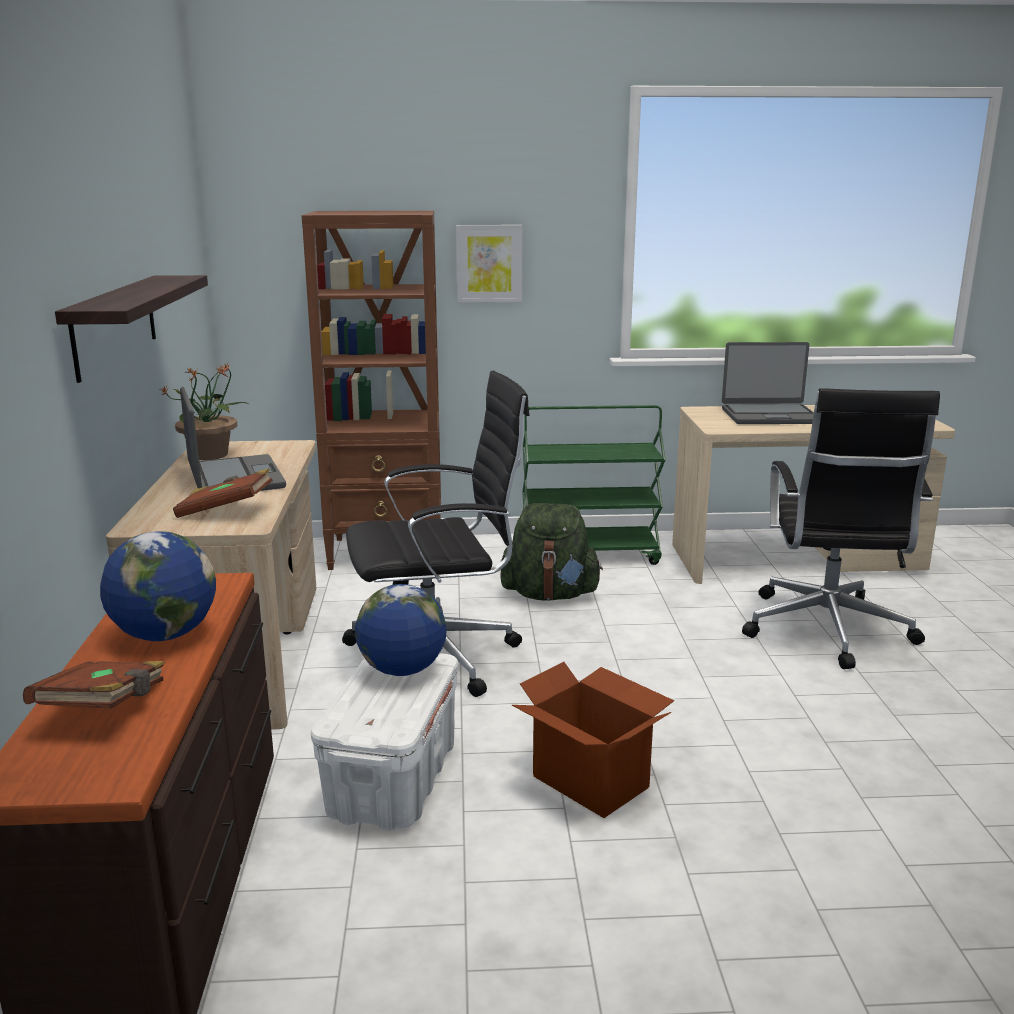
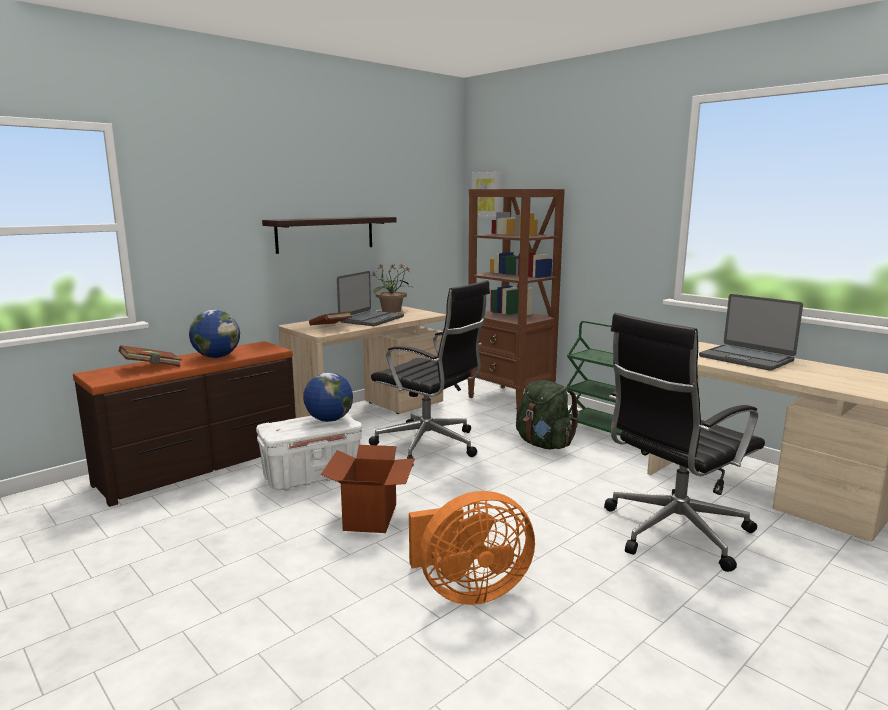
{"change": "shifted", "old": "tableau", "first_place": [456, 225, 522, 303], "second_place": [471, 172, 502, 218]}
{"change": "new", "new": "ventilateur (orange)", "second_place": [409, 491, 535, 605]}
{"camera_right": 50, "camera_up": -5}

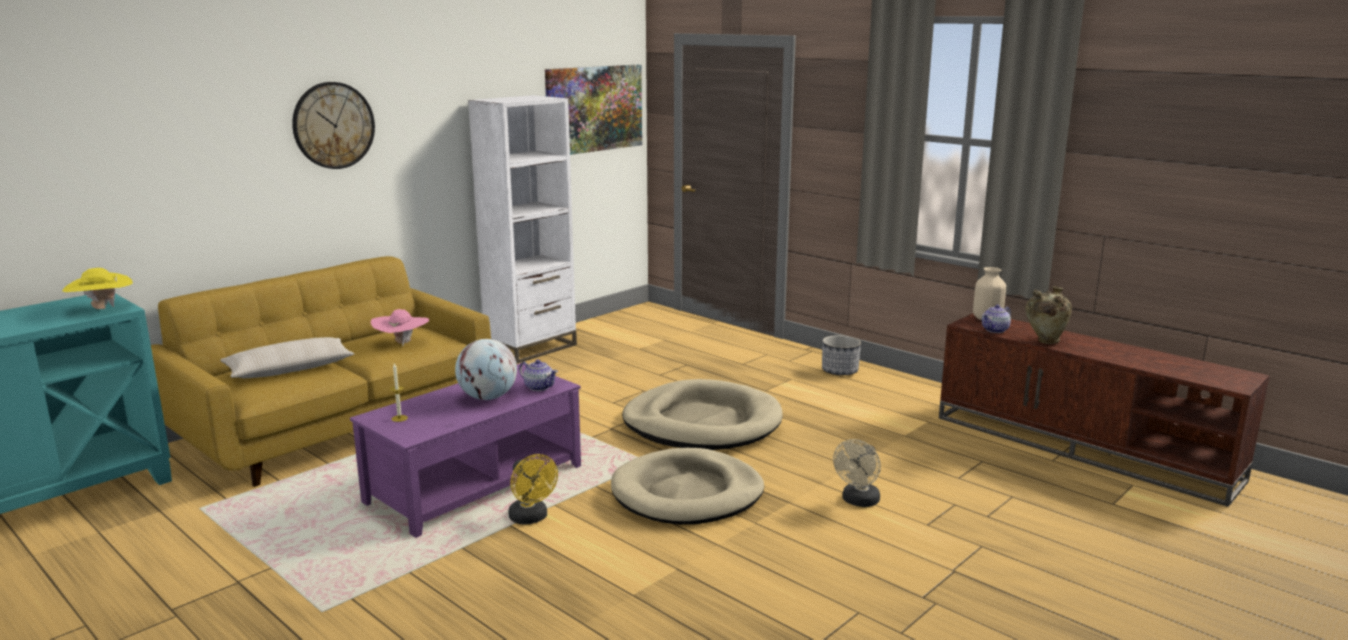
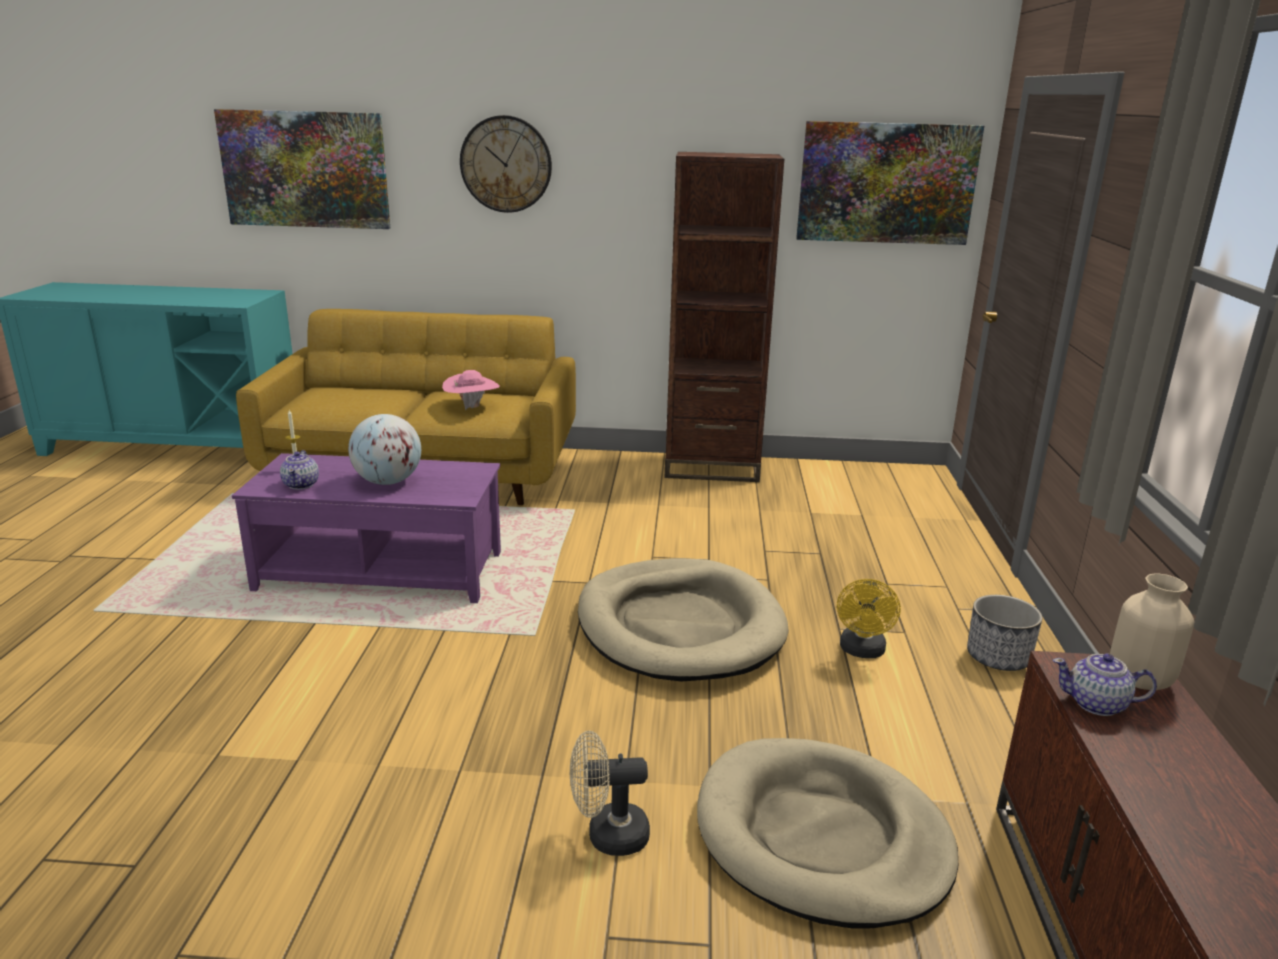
{"change": "gone", "old": "chapeau (jaune)", "first_place": [62, 268, 133, 309]}
{"change": "gone", "old": "coussin (beige)", "first_place": [220, 337, 354, 378]}
{"change": "repainted", "old": "bibliothèque (blanc)", "new": "bibliothèque (marron)", "first_place": [468, 95, 577, 364], "second_place": [665, 152, 784, 482]}
{"change": "shifted", "old": "ventilateur (jaune)", "first_place": [508, 454, 558, 524], "second_place": [837, 579, 901, 658]}
{"change": "shifted", "old": "théière", "first_place": [519, 360, 558, 391], "second_place": [280, 450, 319, 490]}
{"change": "shifted", "old": "panier pour chien (beige)", "first_place": [611, 448, 764, 525], "second_place": [697, 738, 958, 929]}
{"change": "gone", "old": "vase (beige)", "first_place": [1025, 286, 1072, 344]}
{"change": "new", "new": "tableau", "second_place": [214, 109, 390, 229]}
{"camera_right": 50, "camera_up": 5}

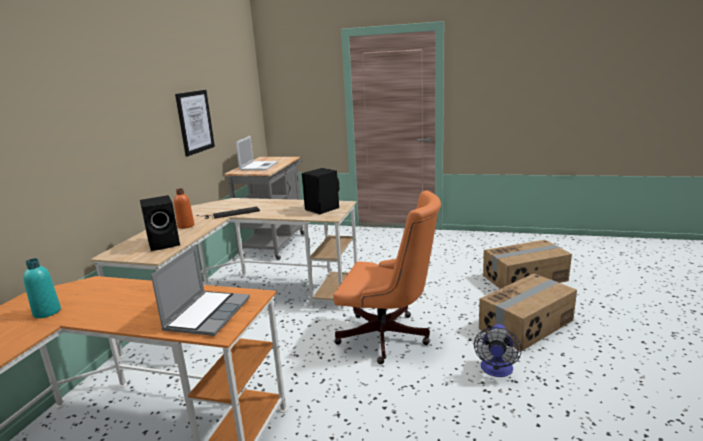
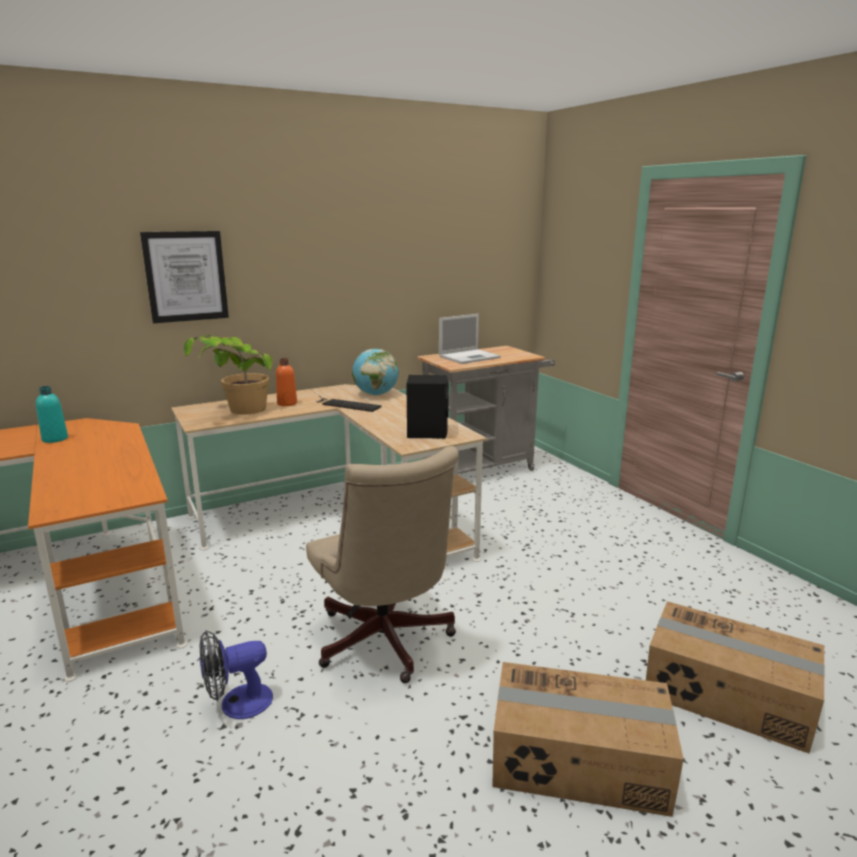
{"change": "swapped", "old": "enceinte (noir)", "new": "plante en pot", "first_place": [140, 195, 180, 251], "second_place": [184, 335, 273, 415]}
{"change": "gone", "old": "ordinateur portable", "first_place": [151, 244, 250, 336]}
{"change": "shifted", "old": "tableau", "first_place": [175, 90, 215, 156], "second_place": [140, 231, 229, 323]}
{"change": "repainted", "old": "chaise de bureau (orange)", "new": "chaise de bureau (beige)", "first_place": [333, 191, 441, 364], "second_place": [306, 446, 459, 683]}
{"change": "shifted", "old": "ventilateur", "first_place": [474, 324, 522, 377], "second_place": [199, 630, 273, 719]}
{"change": "new", "new": "globe", "second_place": [352, 349, 399, 395]}
{"camera_right": 45, "camera_up": 0}

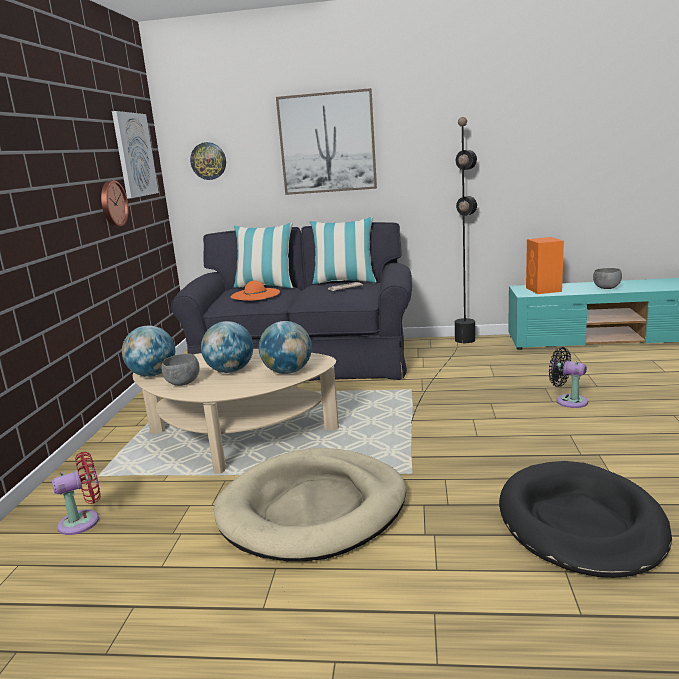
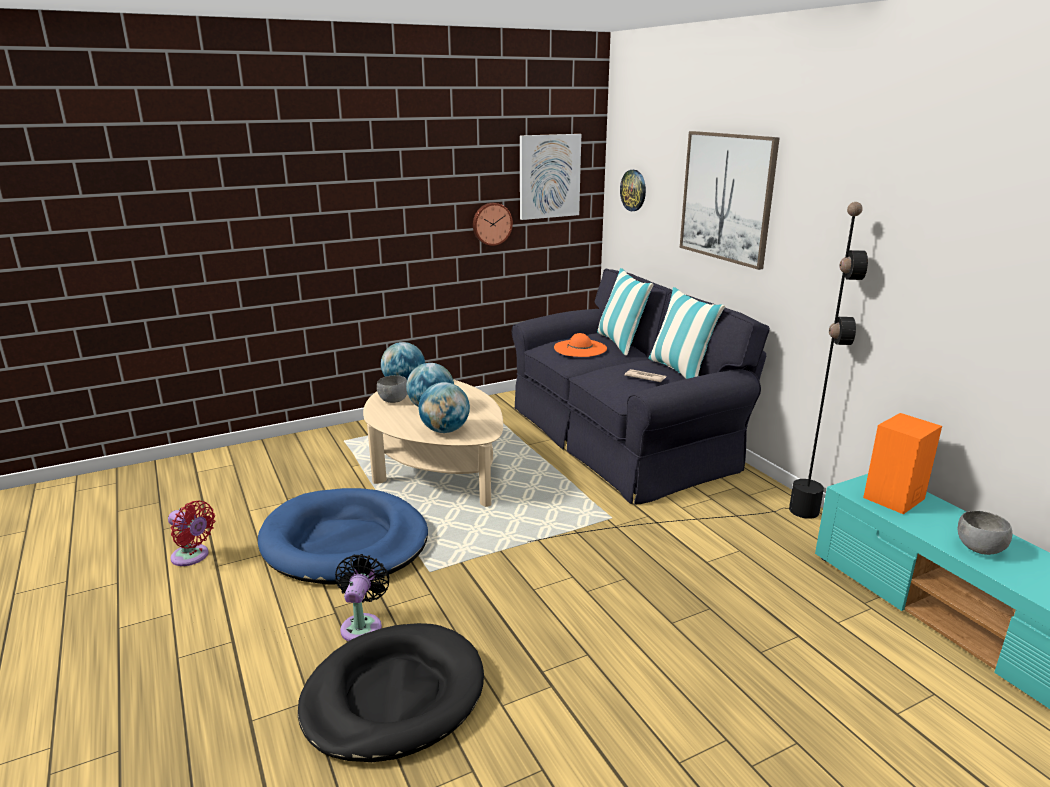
{"change": "shifted", "old": "ventilateur (rouge)", "first_place": [52, 452, 101, 535], "second_place": [168, 501, 215, 566]}
{"change": "repainted", "old": "panier pour chien (beige)", "new": "panier pour chien (bleu)", "first_place": [214, 448, 406, 561], "second_place": [258, 488, 428, 585]}
{"change": "shifted", "old": "ventilateur (noir)", "first_place": [549, 347, 588, 408], "second_place": [335, 554, 390, 641]}
{"camera_right": 55, "camera_up": 5}

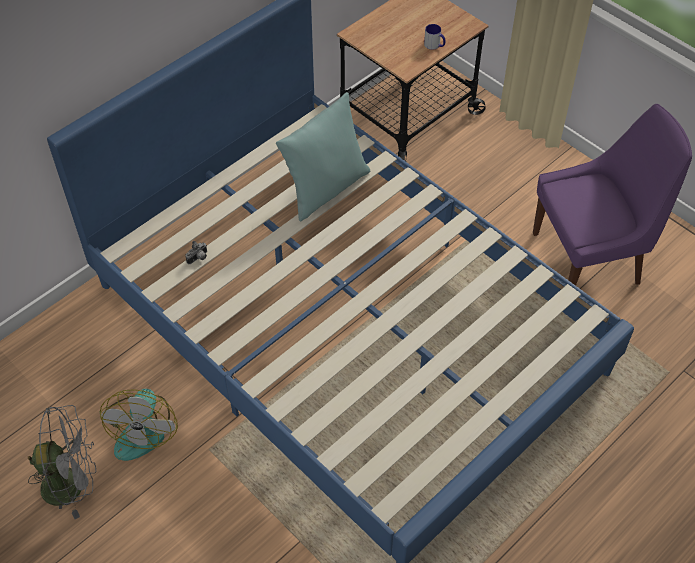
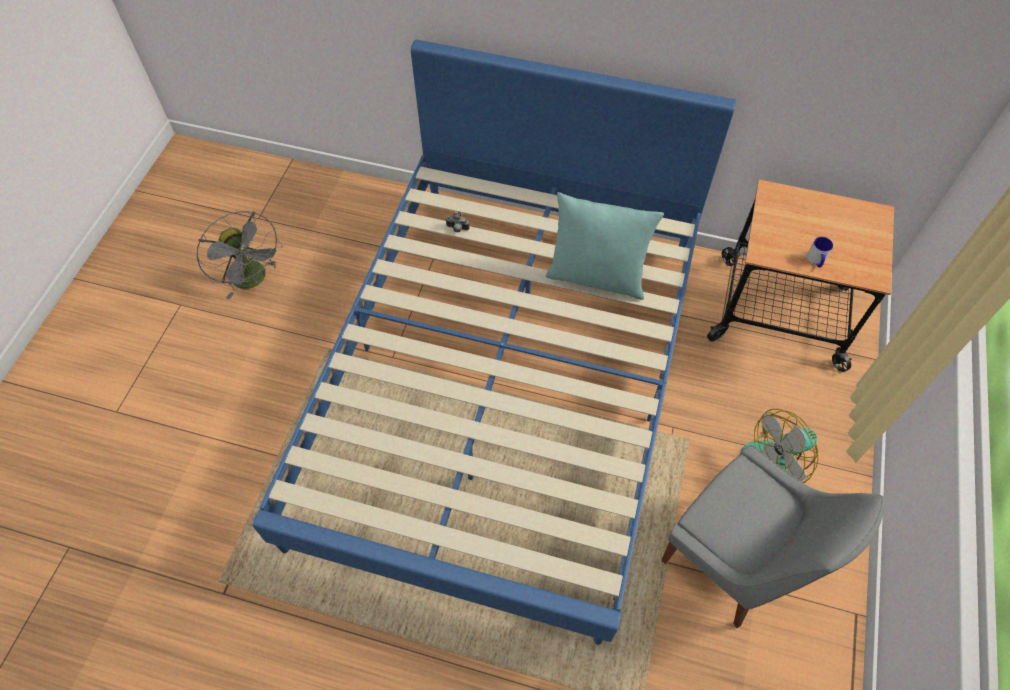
{"change": "shifted", "old": "ventilateur", "first_place": [100, 389, 178, 461], "second_place": [741, 409, 819, 483]}
{"change": "repainted", "old": "chaise (violet)", "new": "chaise (gris)", "first_place": [533, 104, 692, 286], "second_place": [661, 445, 885, 628]}
{"camera_right": 60, "camera_up": 5}

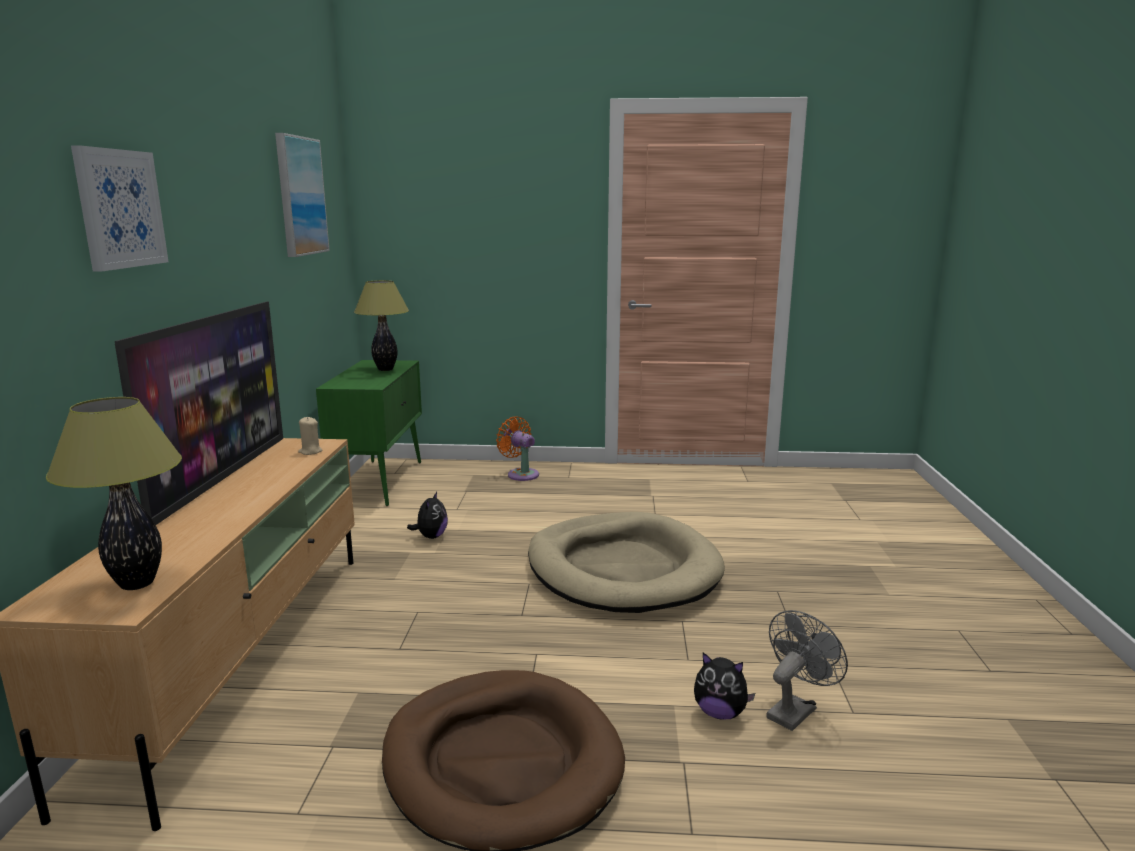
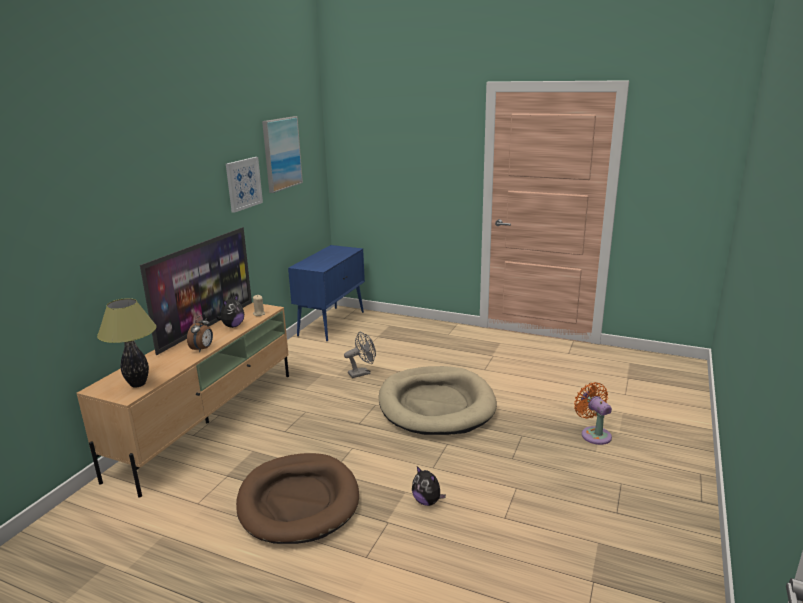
{"change": "shifted", "old": "tableau", "first_place": [71, 145, 169, 272], "second_place": [226, 157, 263, 213]}
{"change": "repainted", "old": "meuble de rangement (vert)", "new": "meuble de rangement (bleu)", "first_place": [316, 360, 422, 506], "second_place": [288, 245, 365, 341]}
{"change": "gone", "old": "lampe de table", "first_place": [354, 280, 409, 371]}
{"change": "shifted", "old": "peluche", "first_place": [407, 492, 448, 539], "second_place": [216, 295, 244, 328]}
{"change": "shifted", "old": "ventilateur (orange)", "first_place": [496, 417, 539, 481], "second_place": [574, 382, 612, 445]}
{"change": "shifted", "old": "ventilateur (gris)", "first_place": [766, 610, 848, 731], "second_place": [344, 332, 376, 378]}
{"change": "new", "new": "réveil", "second_place": [187, 315, 213, 352]}
{"camera_right": 20, "camera_up": 5}

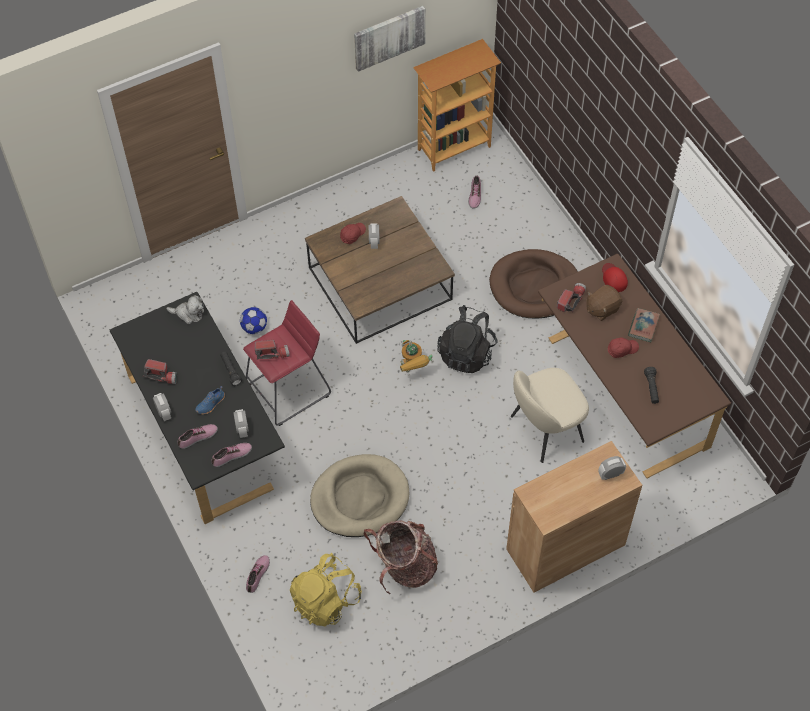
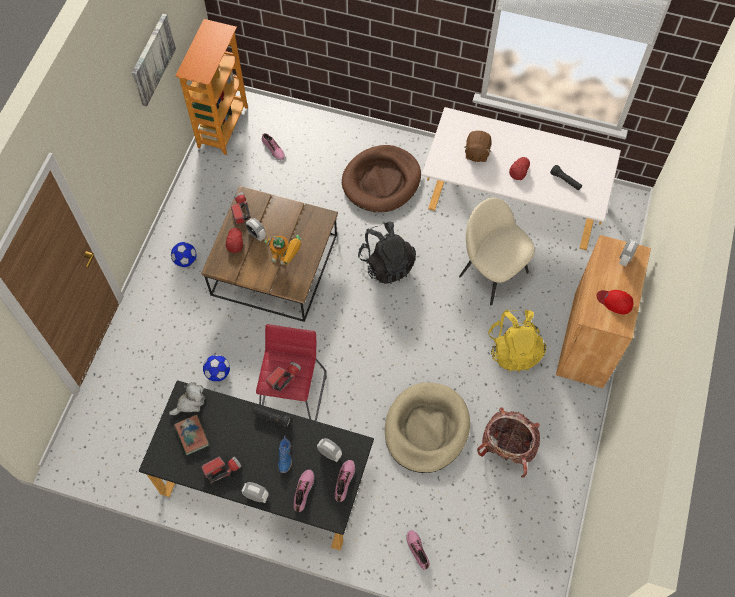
{"change": "shifted", "old": "sac à dos (jaune)", "first_place": [290, 553, 362, 626], "second_place": [488, 309, 546, 372]}
{"change": "shifted", "old": "robot jouet", "first_place": [400, 340, 433, 373], "second_place": [264, 235, 301, 265]}
{"change": "rotated", "old": "chaise (beige)", "first_place": [511, 368, 589, 463], "second_place": [459, 198, 535, 305], "degrees": 120}
{"change": "repainted", "old": "bureau (marron)", "new": "bureau (blanc)", "first_place": [538, 254, 731, 478], "second_place": [422, 107, 621, 250]}
{"change": "shifted", "old": "lampe de poche", "first_place": [557, 283, 586, 312], "second_place": [231, 192, 251, 224]}
{"change": "shifted", "old": "casquette (rouge)", "first_place": [602, 263, 628, 292], "second_place": [597, 290, 633, 314]}
{"change": "shifted", "old": "livre", "first_place": [628, 308, 660, 342], "second_place": [174, 415, 209, 455]}
{"change": "new", "new": "ballon de foot", "second_place": [171, 242, 196, 267]}
{"camera_right": -45, "camera_up": 5}

